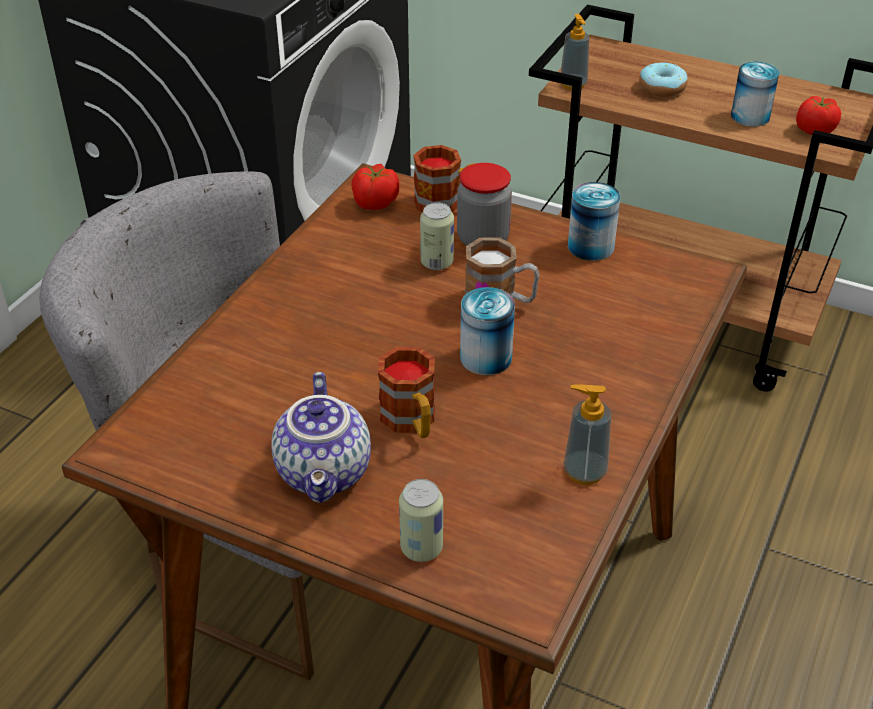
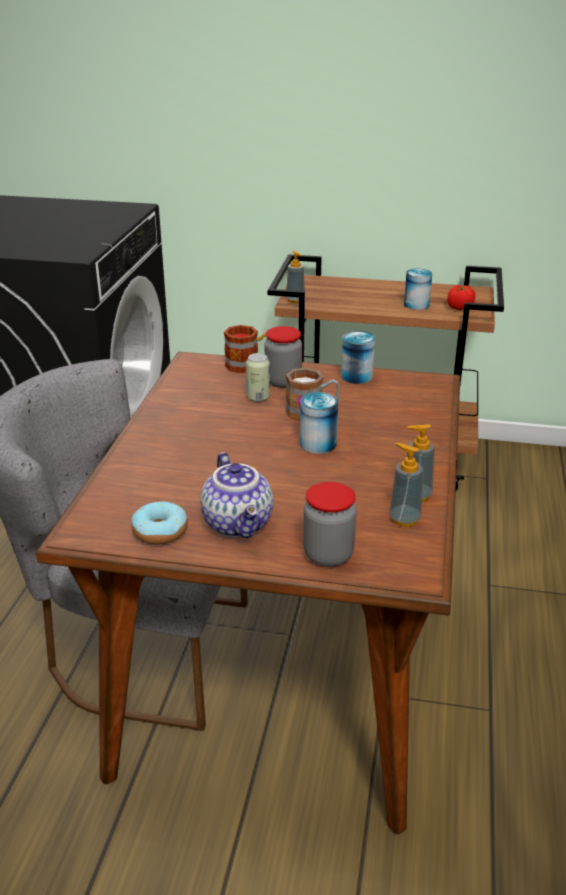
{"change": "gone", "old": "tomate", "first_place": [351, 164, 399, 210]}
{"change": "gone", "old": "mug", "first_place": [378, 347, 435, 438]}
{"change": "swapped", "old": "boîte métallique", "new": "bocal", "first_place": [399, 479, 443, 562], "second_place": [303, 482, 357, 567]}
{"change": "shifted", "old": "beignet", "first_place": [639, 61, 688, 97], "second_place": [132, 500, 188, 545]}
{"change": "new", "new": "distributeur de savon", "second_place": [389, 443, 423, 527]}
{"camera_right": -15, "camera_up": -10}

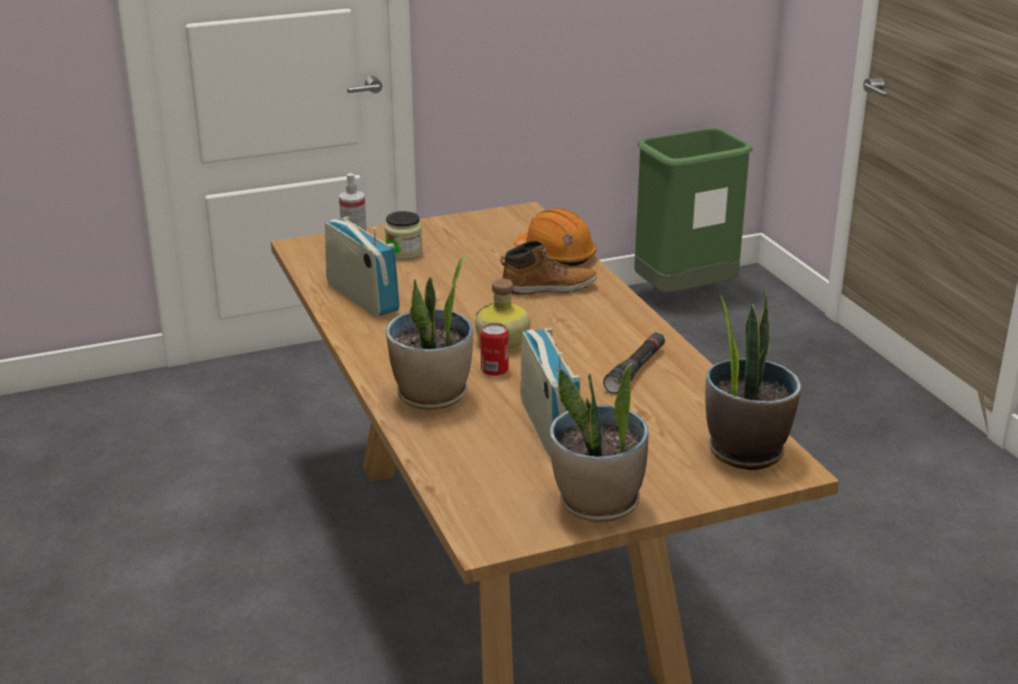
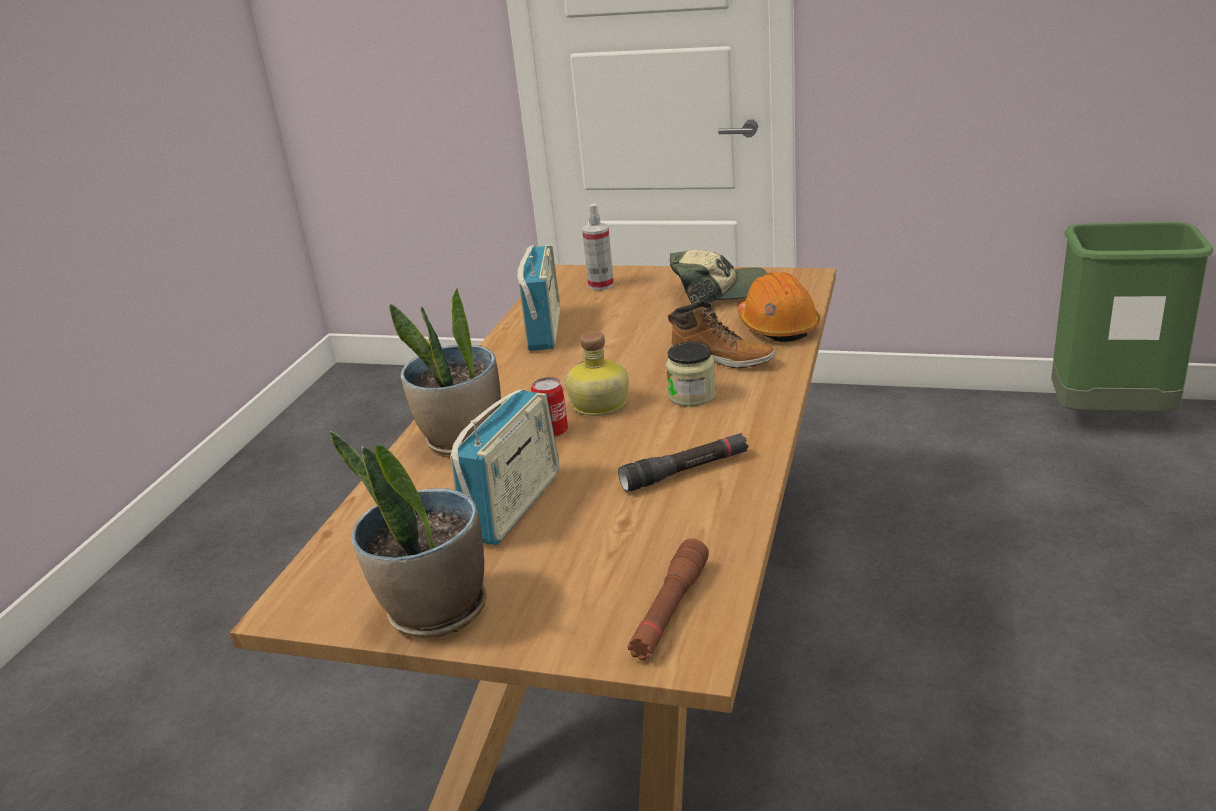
{"change": "shifted", "old": "bocal", "first_place": [385, 211, 422, 260], "second_place": [666, 342, 716, 407]}
{"change": "swapped", "old": "plante en pot", "new": "lampe de poche (marron)", "first_place": [705, 288, 801, 470], "second_place": [628, 538, 709, 661]}
{"change": "new", "new": "casquette", "second_place": [670, 250, 767, 304]}
{"camera_right": 40, "camera_up": 0}

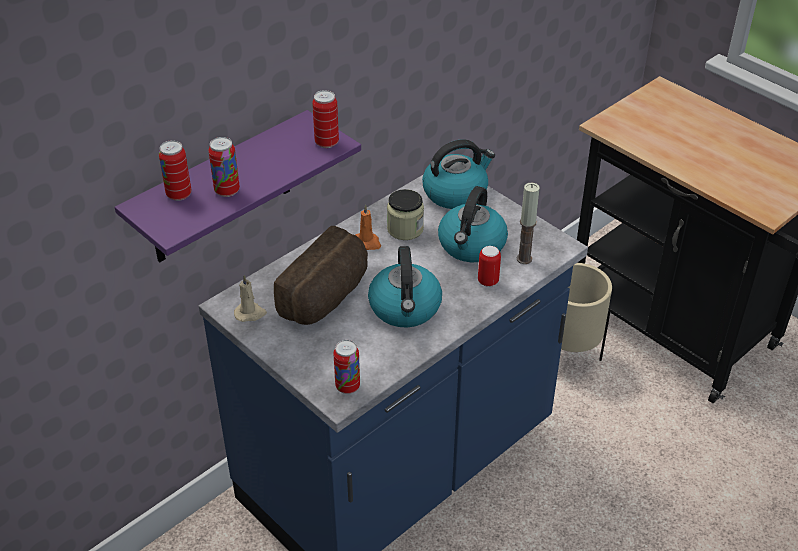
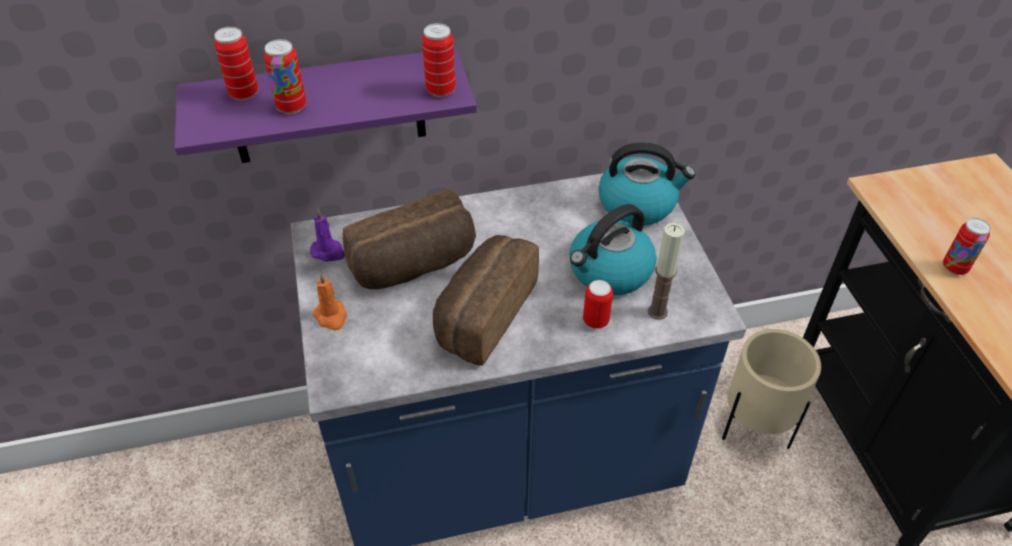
{"change": "repainted", "old": "bougie (beige)", "new": "bougie (violet)", "first_place": [234, 275, 267, 322], "second_place": [310, 209, 345, 262]}
{"change": "shifted", "old": "boîte métallique", "first_place": [333, 340, 360, 394], "second_place": [943, 218, 991, 275]}
{"change": "shifted", "old": "bougie (orange)", "first_place": [356, 204, 381, 250], "second_place": [312, 273, 347, 331]}
{"change": "swapped", "old": "bouilloire", "new": "pain", "first_place": [368, 246, 442, 327], "second_place": [433, 235, 539, 366]}
{"change": "gone", "old": "bocal", "first_place": [387, 189, 424, 240]}
{"camera_right": 30, "camera_up": 5}

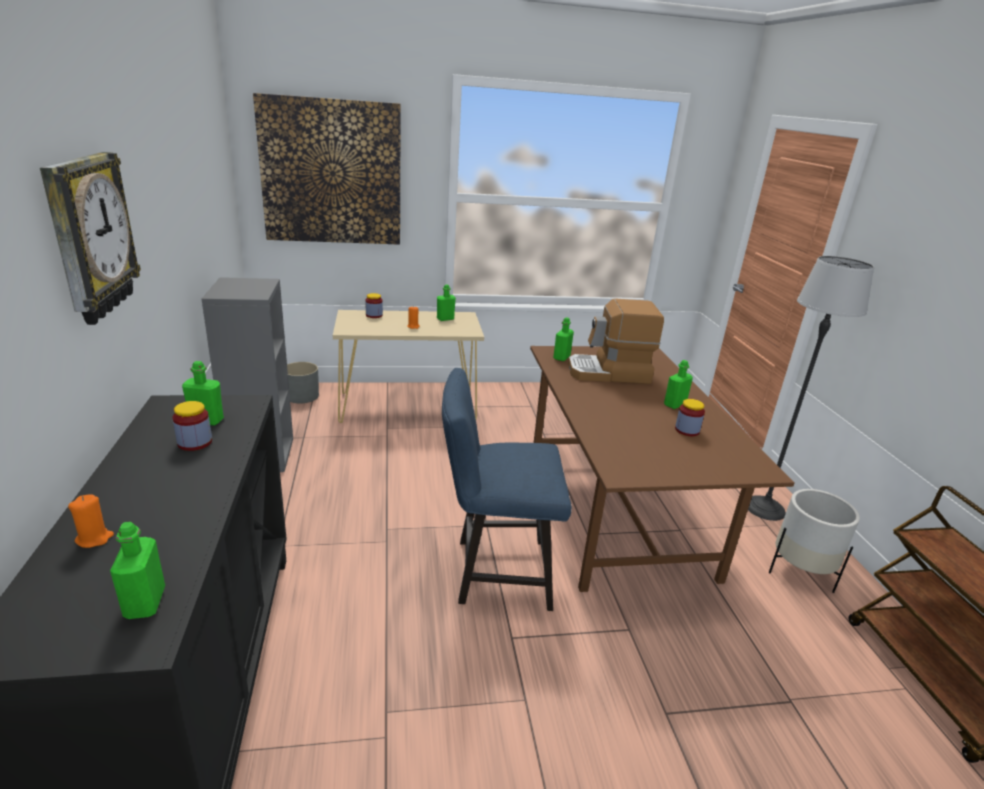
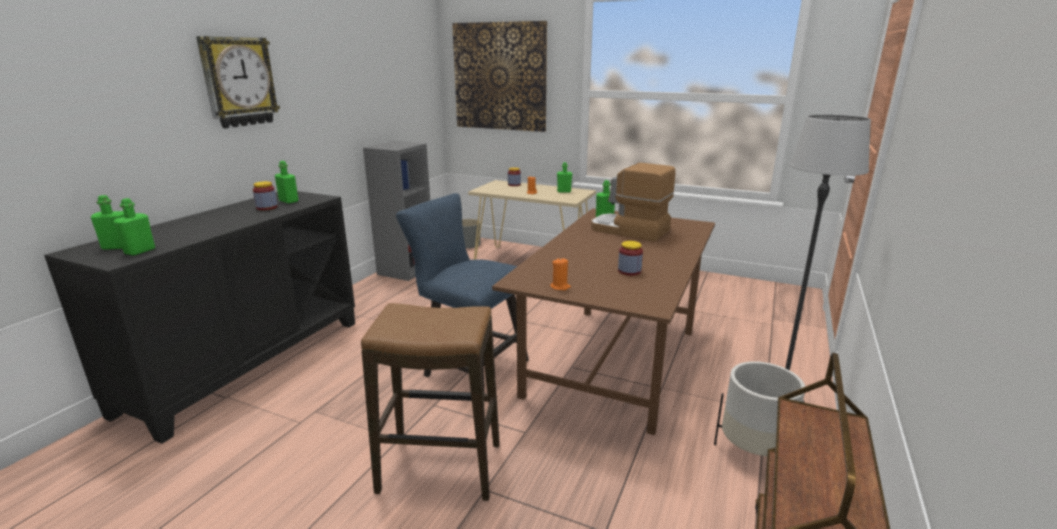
{"change": "shifted", "old": "bougie (orange)", "first_place": [68, 494, 114, 548], "second_place": [550, 258, 571, 290]}
{"change": "shifted", "old": "bouteille (vert)", "first_place": [664, 360, 693, 409], "second_place": [91, 195, 125, 250]}
{"change": "new", "new": "tabouret", "second_place": [361, 303, 500, 501]}
{"camera_right": 35, "camera_up": -5}

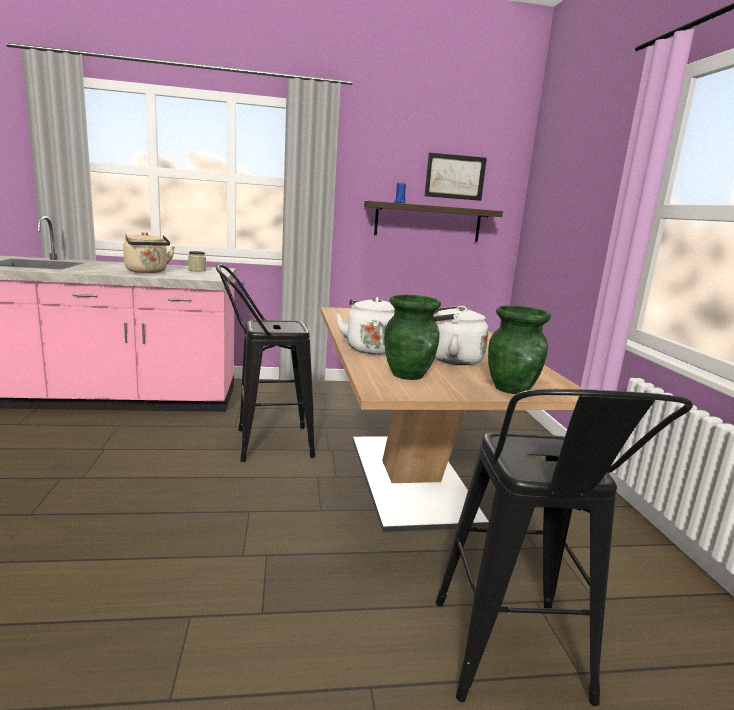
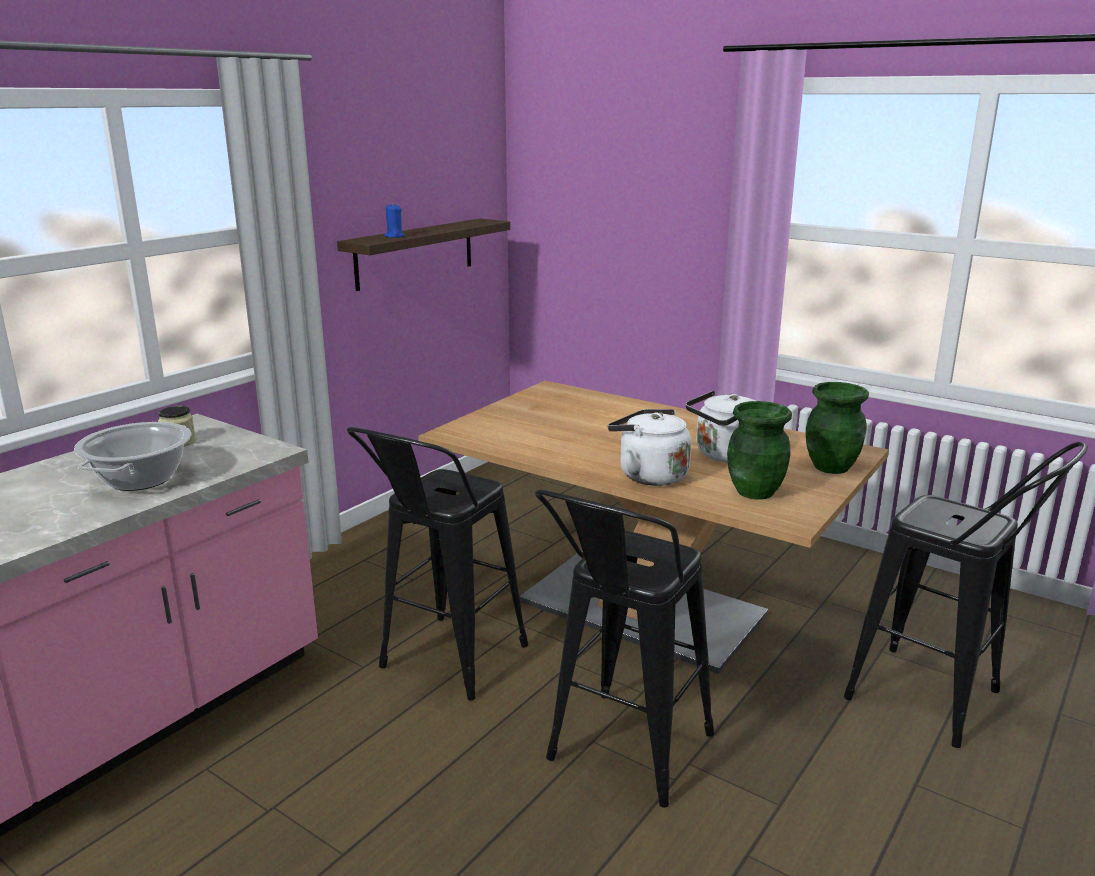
{"change": "swapped", "old": "bouilloire (beige)", "new": "marmite", "first_place": [123, 232, 175, 273], "second_place": [74, 422, 191, 491]}
{"change": "gone", "old": "tableau", "first_place": [425, 152, 487, 201]}
{"change": "new", "new": "tabouret (noir)", "second_place": [535, 489, 714, 808]}
{"camera_right": -45, "camera_up": 5}

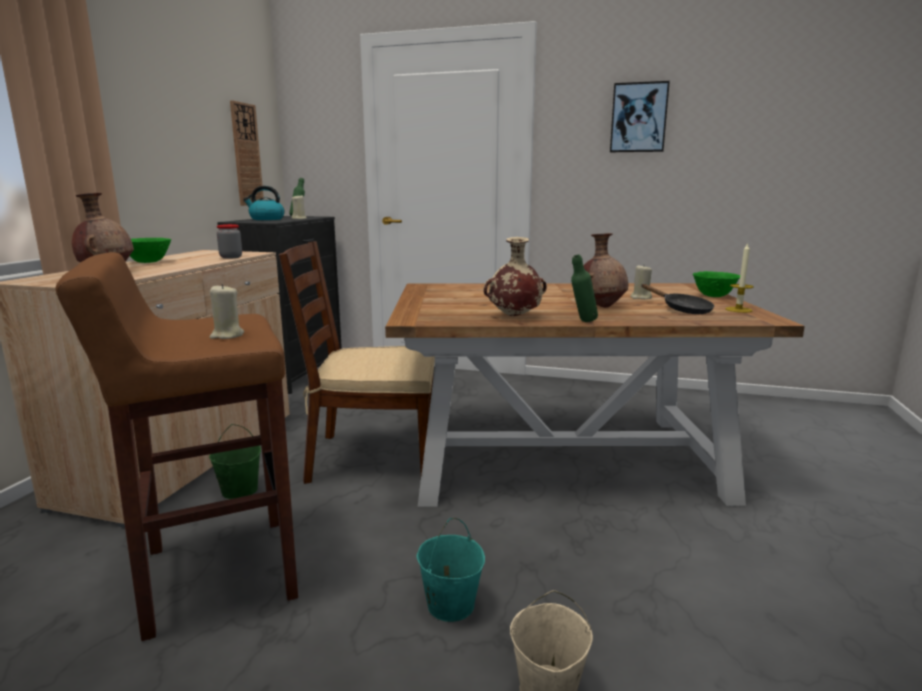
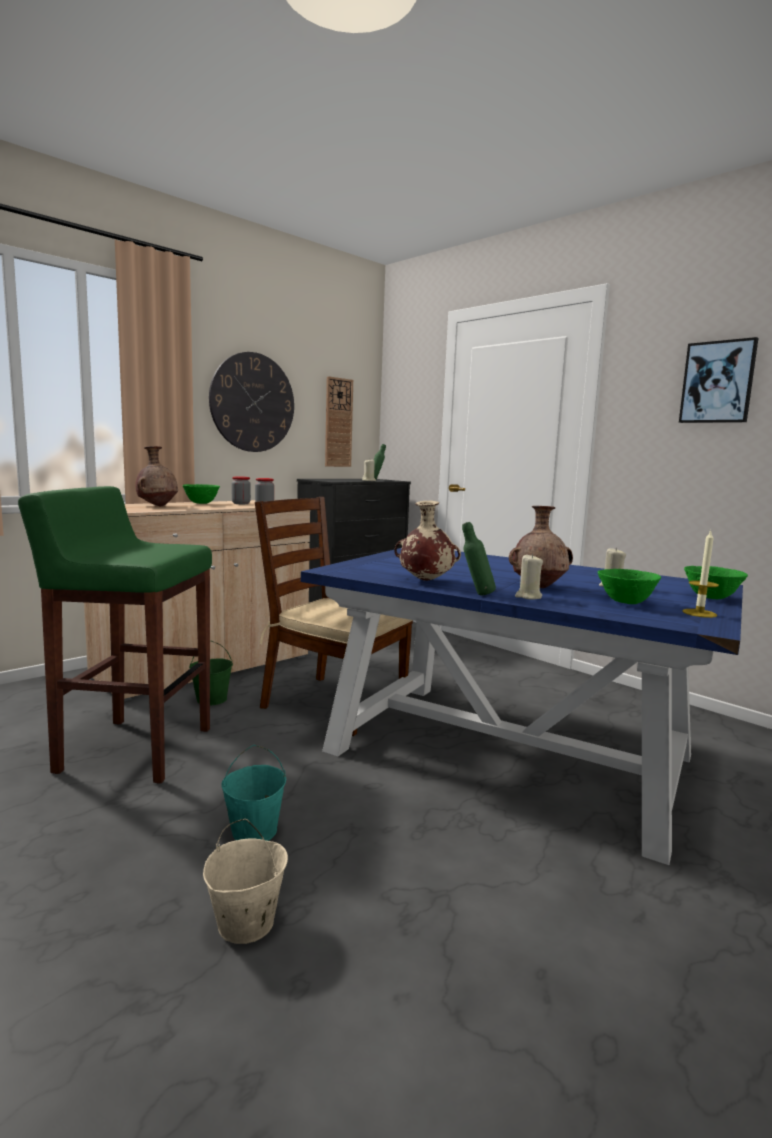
{"change": "repainted", "old": "tabouret (marron)", "new": "tabouret (vert)", "first_place": [55, 252, 298, 641], "second_place": [18, 486, 212, 784]}
{"change": "shifted", "old": "bougie (beige)", "first_place": [210, 284, 244, 339], "second_place": [515, 554, 543, 600]}
{"change": "gone", "old": "bouilloire", "first_place": [243, 186, 285, 220]}
{"change": "repainted", "old": "table à manger (marron)", "new": "table à manger (bleu)", "first_place": [385, 283, 805, 507], "second_place": [301, 548, 743, 865]}
{"change": "swapped", "old": "poêle (noir)", "new": "bol (vert)", "first_place": [641, 284, 714, 314], "second_place": [598, 569, 661, 604]}
{"change": "new", "new": "horloge murale", "second_place": [209, 352, 294, 452]}
{"change": "new", "new": "bocal", "second_place": [232, 476, 251, 504]}
{"camera_right": 30, "camera_up": -5}

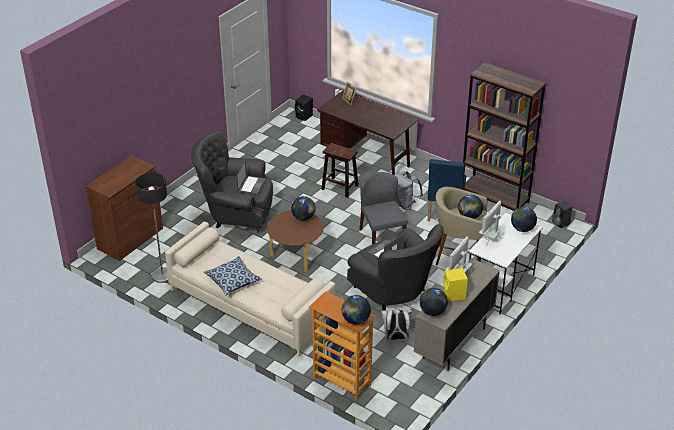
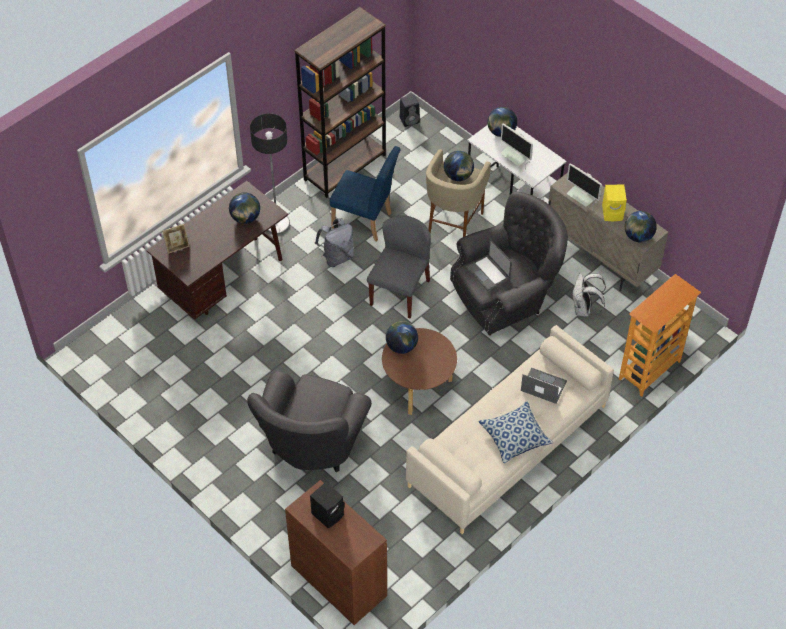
{"change": "shifted", "old": "lampadaire", "first_place": [135, 172, 168, 283], "second_place": [250, 113, 290, 234]}
{"change": "shifted", "old": "ordinateur portable", "first_place": [236, 160, 266, 195], "second_place": [521, 368, 567, 404]}
{"change": "shifted", "old": "enceinte (noir)", "first_place": [295, 95, 313, 121], "second_place": [310, 482, 345, 528]}
{"change": "gone", "old": "tabouret (marron)", "first_place": [321, 143, 359, 198]}
{"change": "shifted", "old": "globe", "first_place": [342, 295, 371, 325], "second_place": [229, 192, 260, 224]}
{"change": "rotated", "old": "chaise (gris)", "first_place": [360, 172, 408, 244], "second_place": [367, 216, 431, 318], "degrees": 120}
{"camera_right": -80, "camera_up": 15}

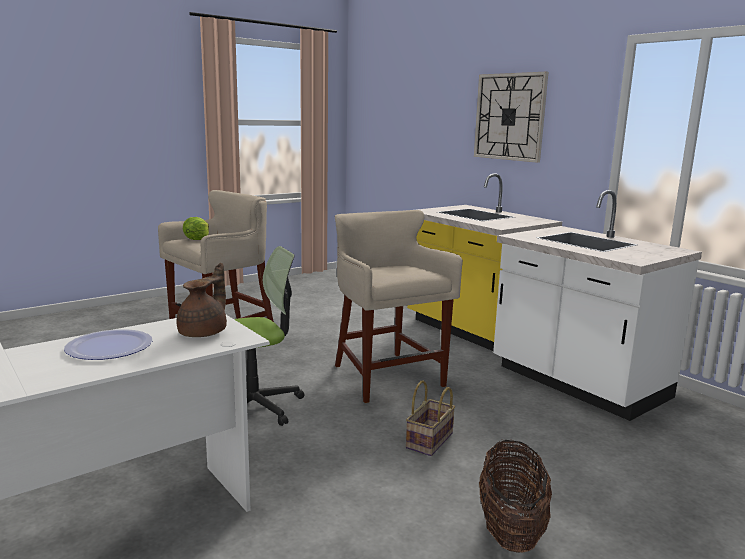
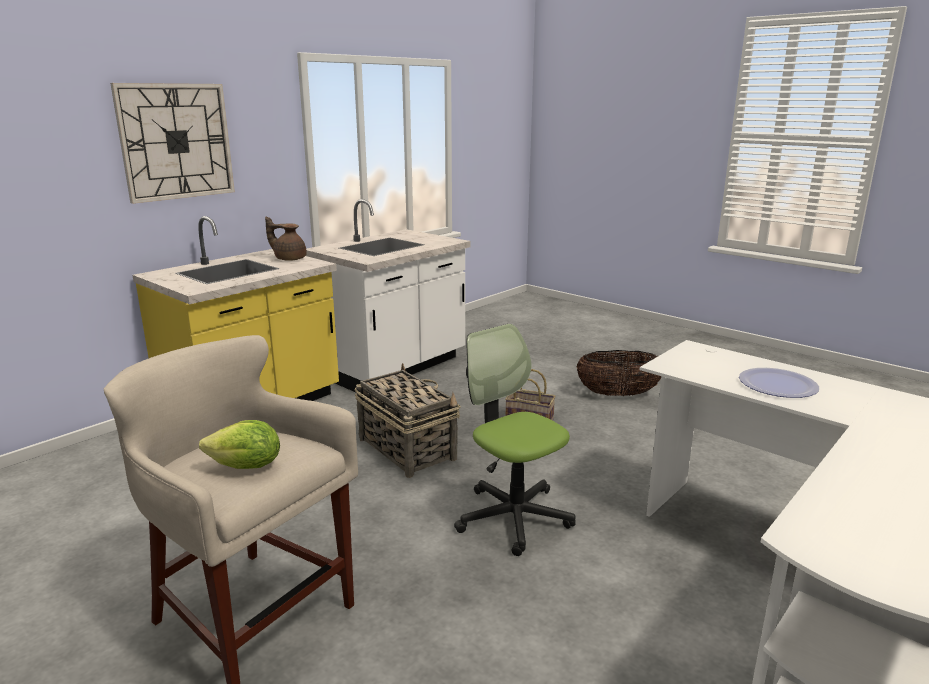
{"change": "shifted", "old": "théière (marron)", "first_place": [177, 263, 227, 337], "second_place": [265, 216, 307, 261]}
{"change": "swapped", "old": "tabouret (beige)", "new": "panier", "first_place": [335, 210, 463, 403], "second_place": [355, 363, 461, 478]}
{"camera_right": -100, "camera_up": 5}

